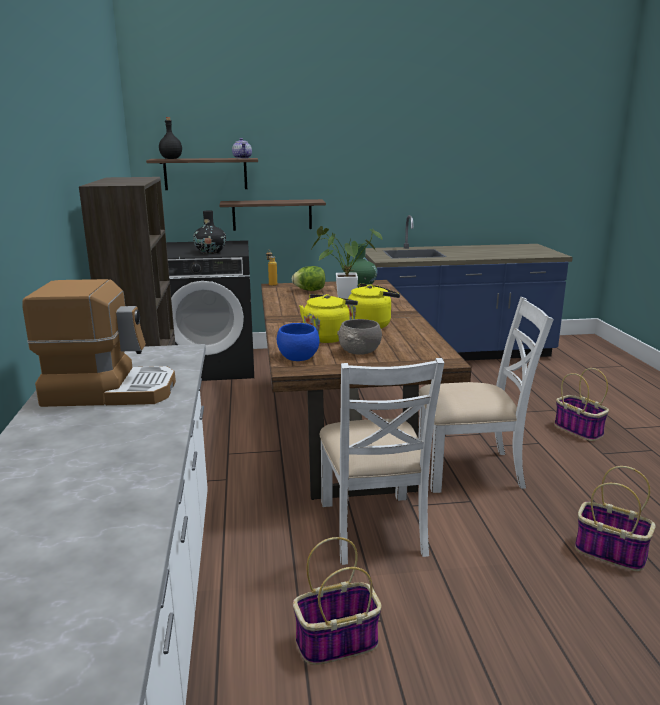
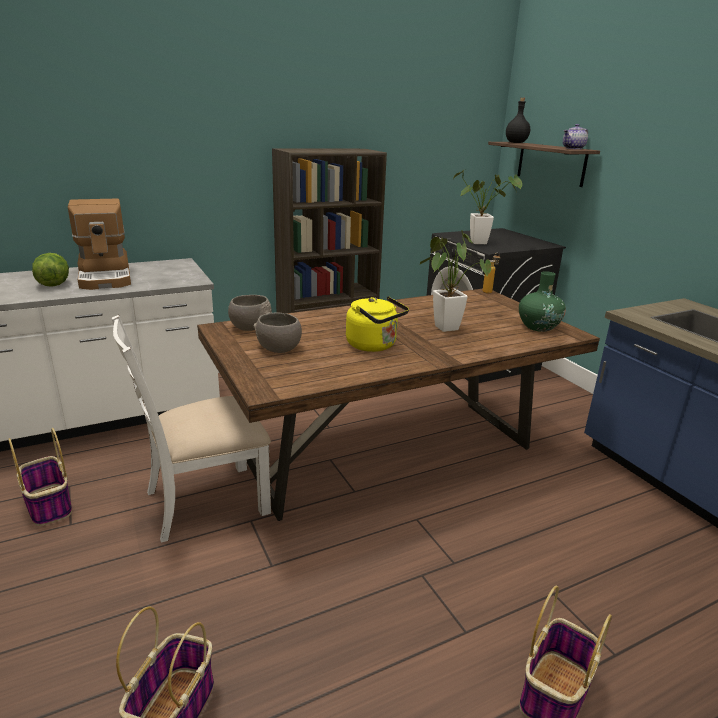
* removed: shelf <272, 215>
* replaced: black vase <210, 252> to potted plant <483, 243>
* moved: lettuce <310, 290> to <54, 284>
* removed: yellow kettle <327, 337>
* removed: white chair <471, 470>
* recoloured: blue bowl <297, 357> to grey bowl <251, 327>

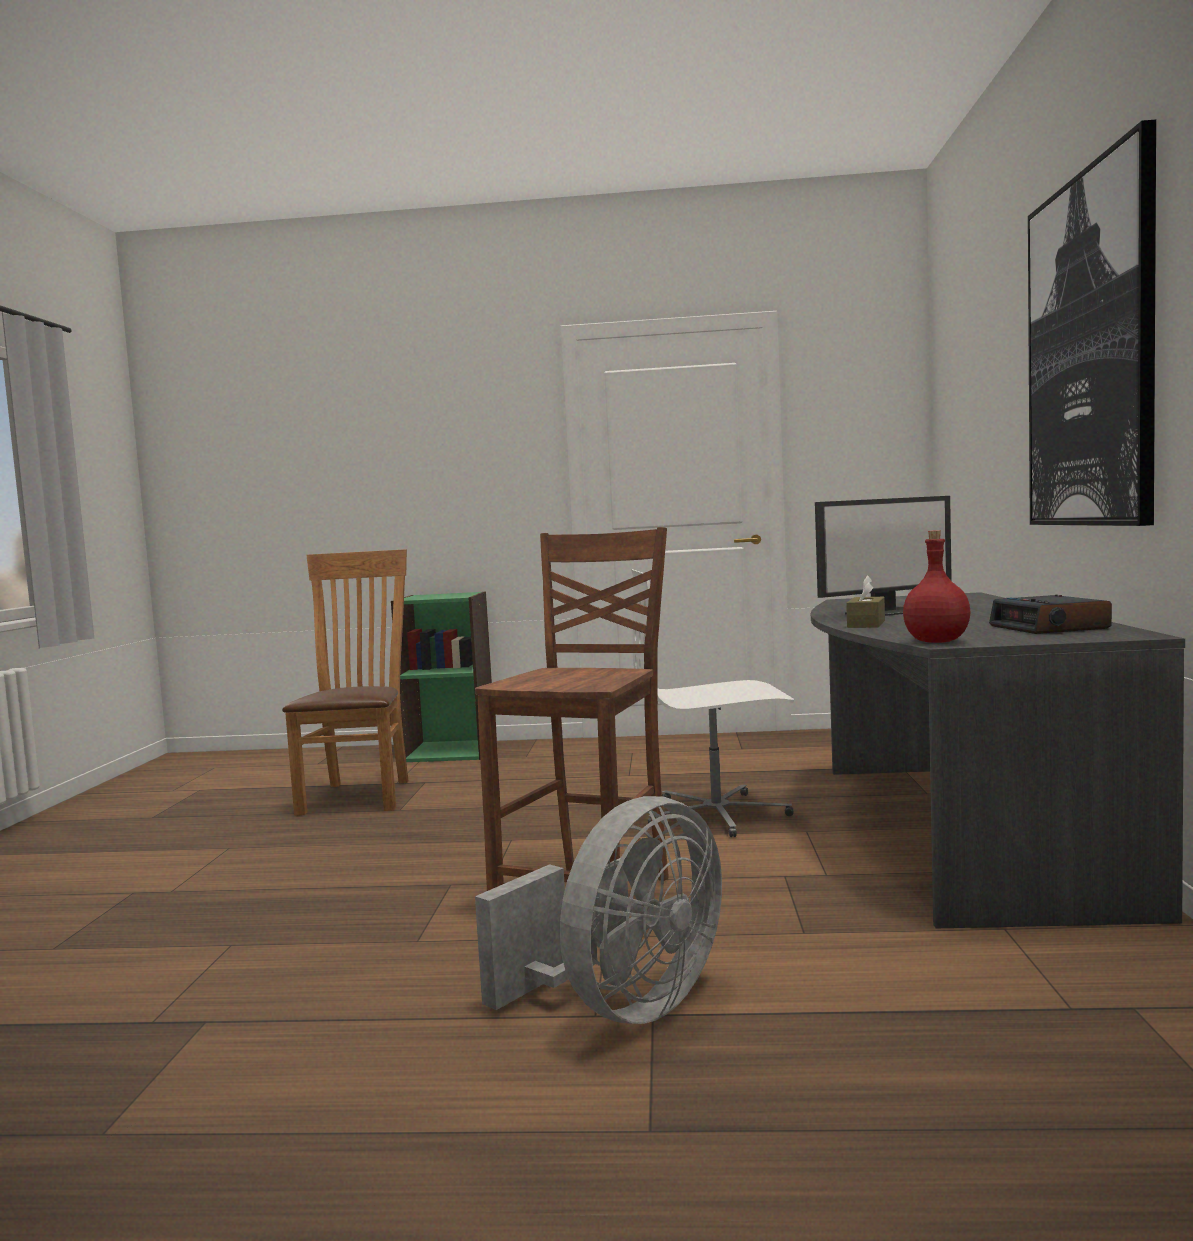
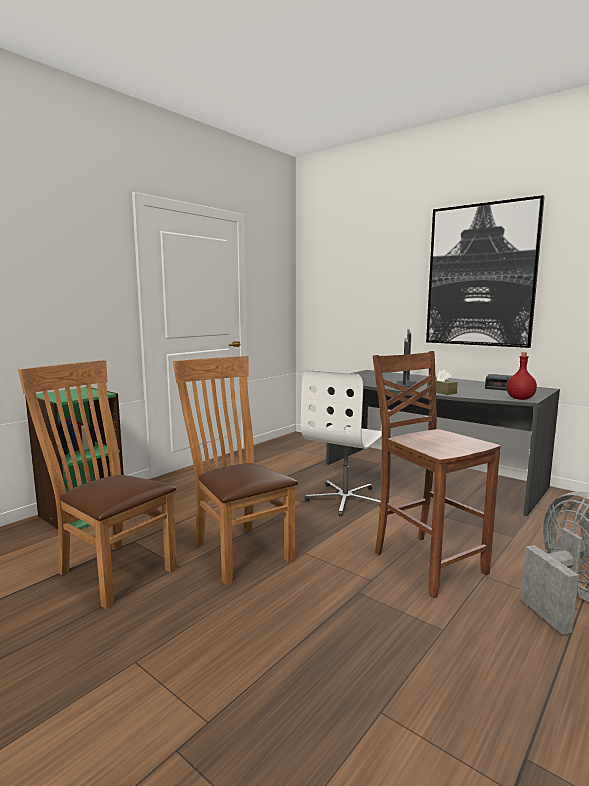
* added: brown chair <238, 549>

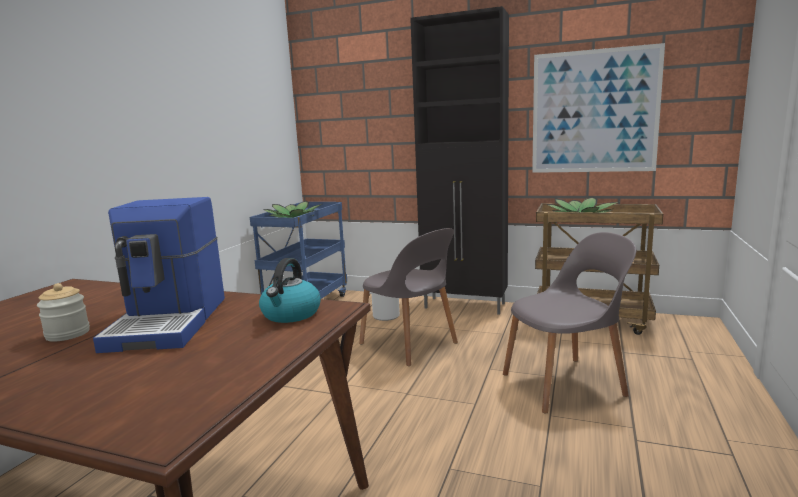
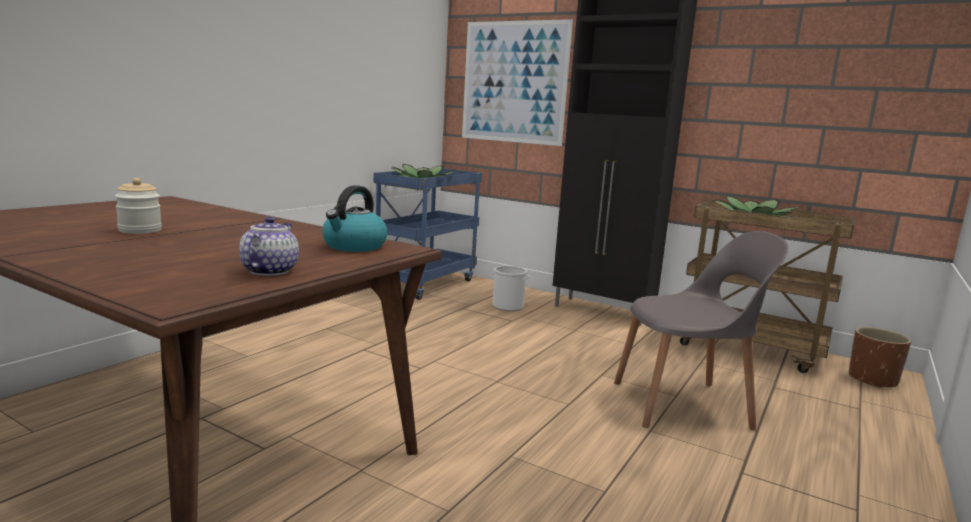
* moved: picture <594, 112> to <514, 82>
* removed: coffee machine <171, 322>
* removed: grey chair <409, 344>
* added: teapot <268, 271>
* added: brown planter <872, 380>

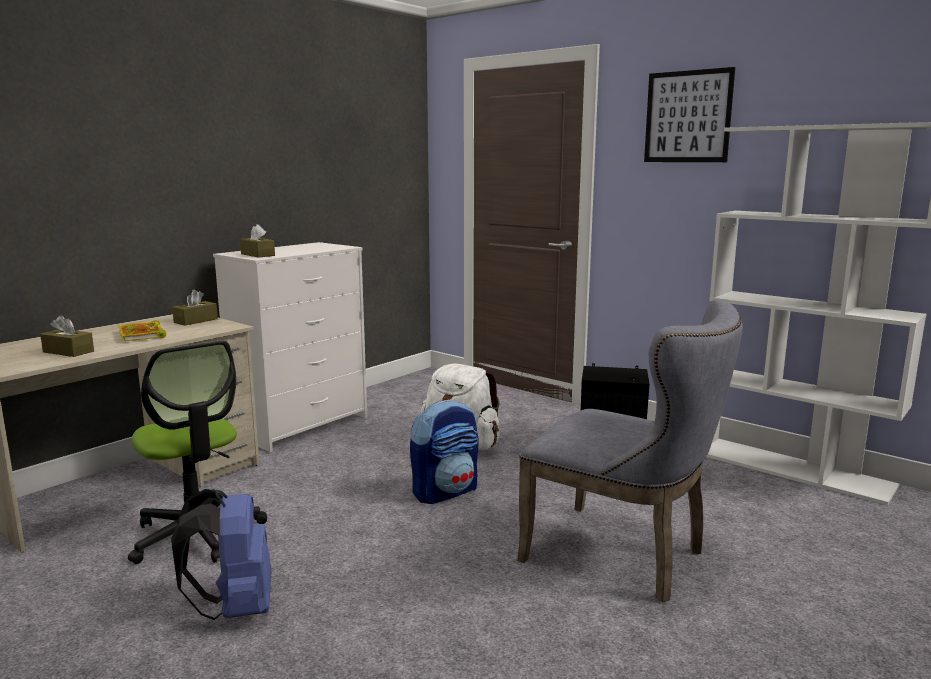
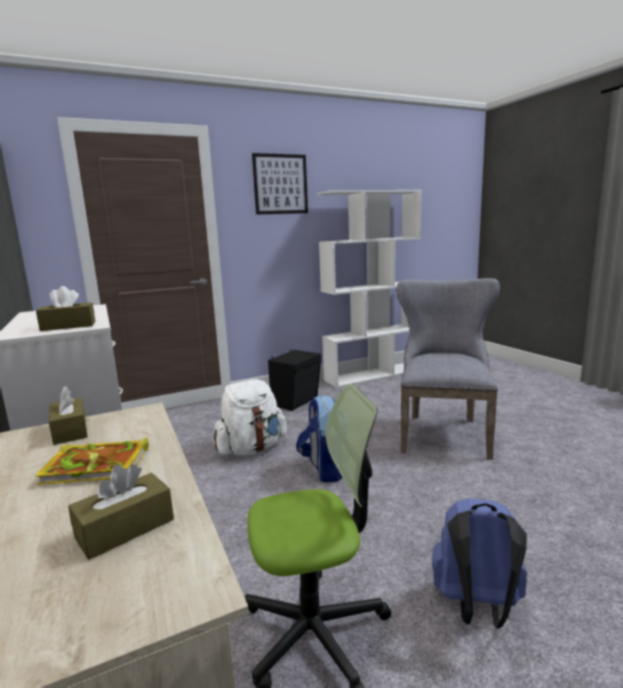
* turned: grey chair <625, 556> = <443, 432> 45 degrees counterclockwise

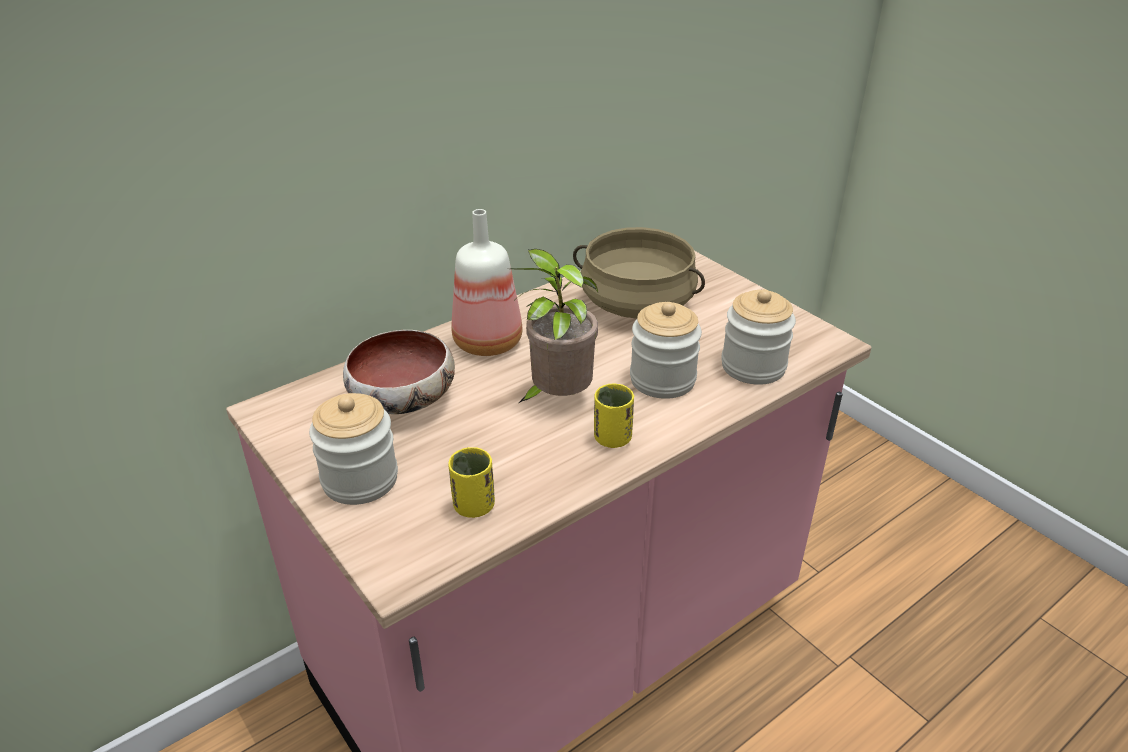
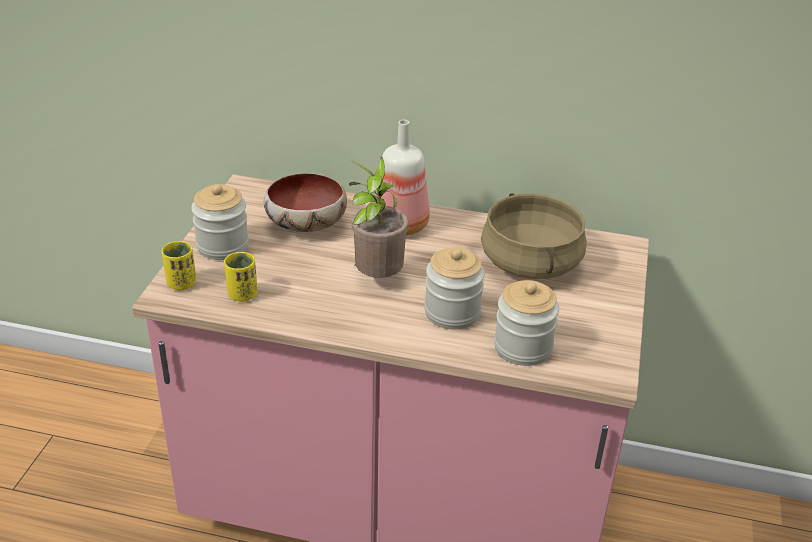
* moved: yellow cup <612, 438> to <181, 283>

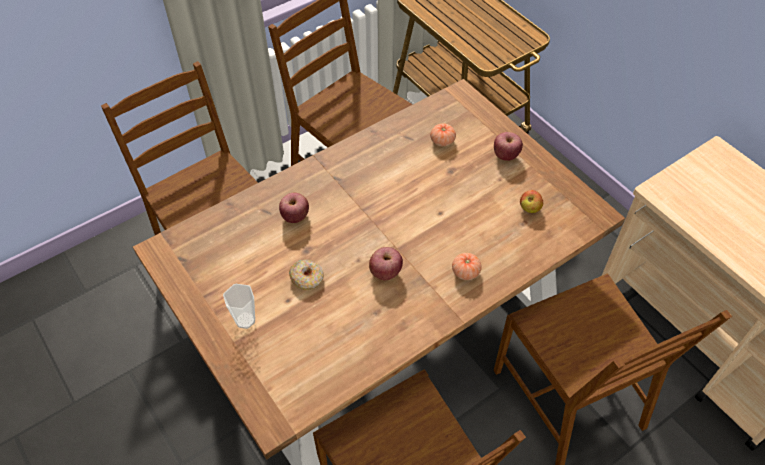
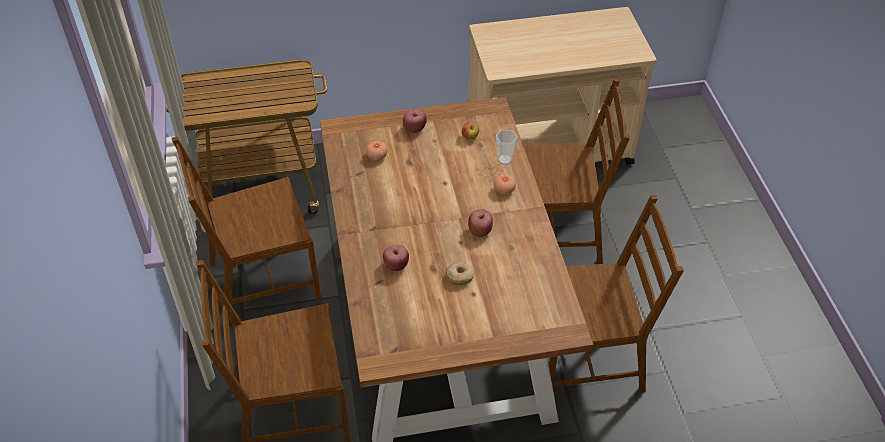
* moved: cup <245, 320> to <505, 160>

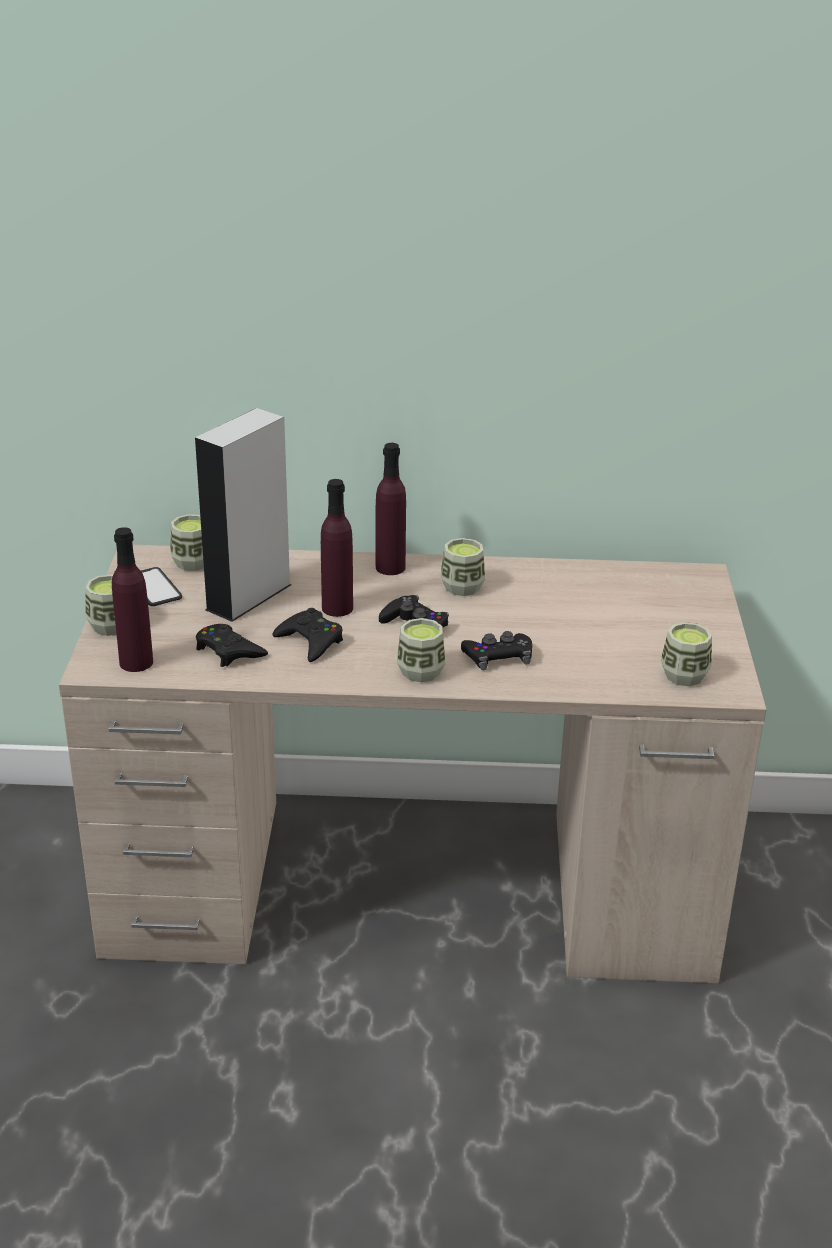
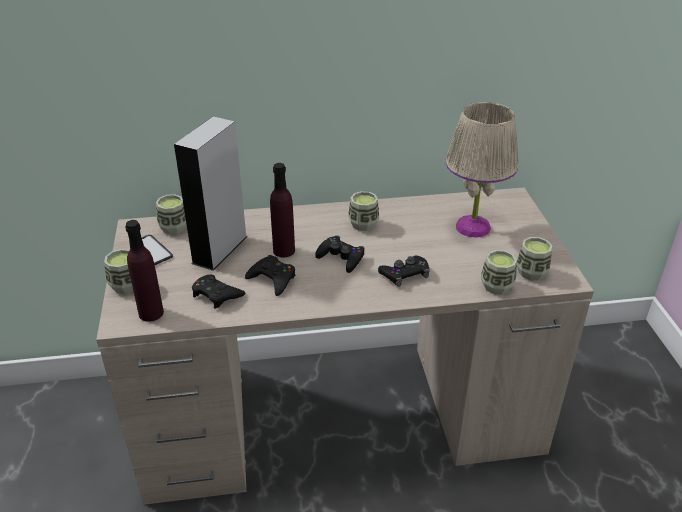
* removed: purple bottle <390, 567>
* moved: cup <420, 671> to <496, 286>
* added: beige table lamp <473, 227>

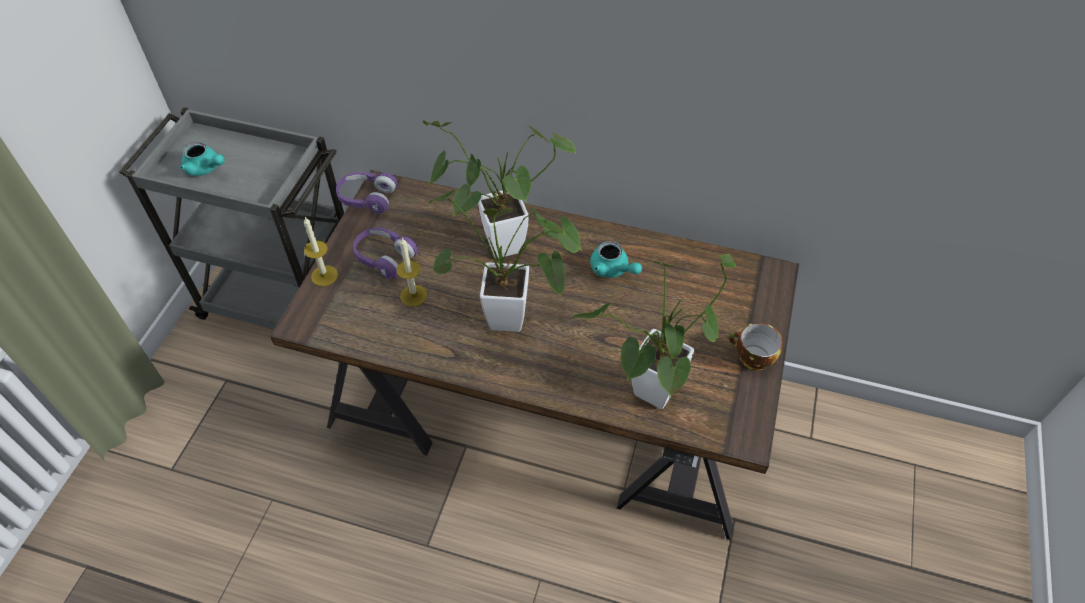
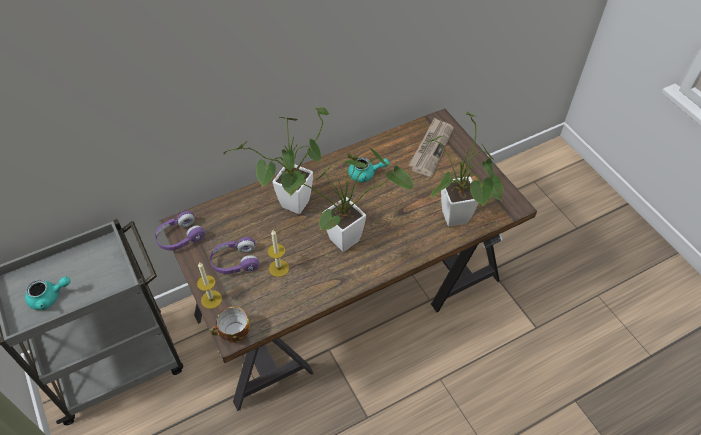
* moved: cup <751, 358> to <233, 334>
* added: newspaper <431, 148>

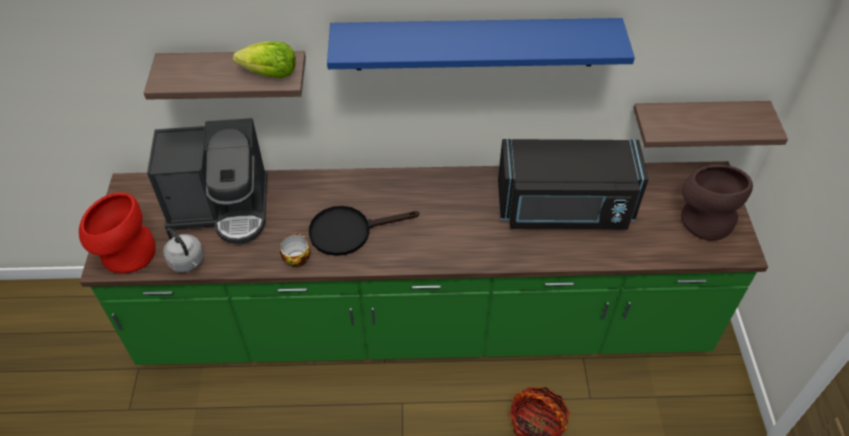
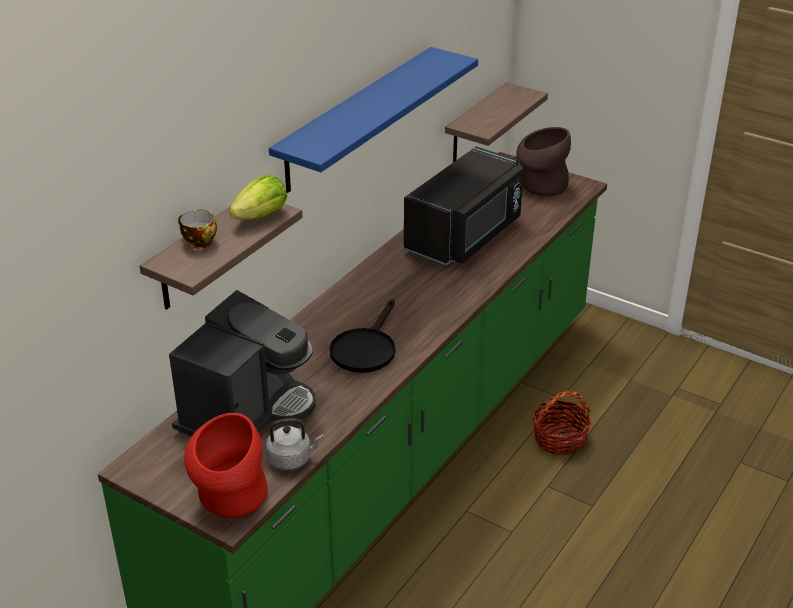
* moved: cup <296, 258> to <197, 242>

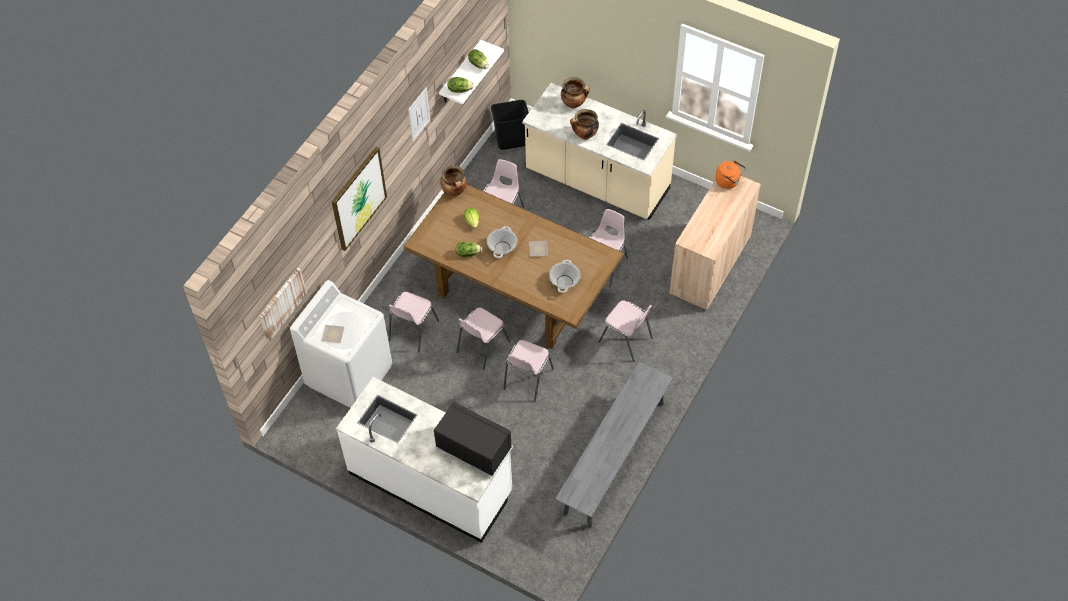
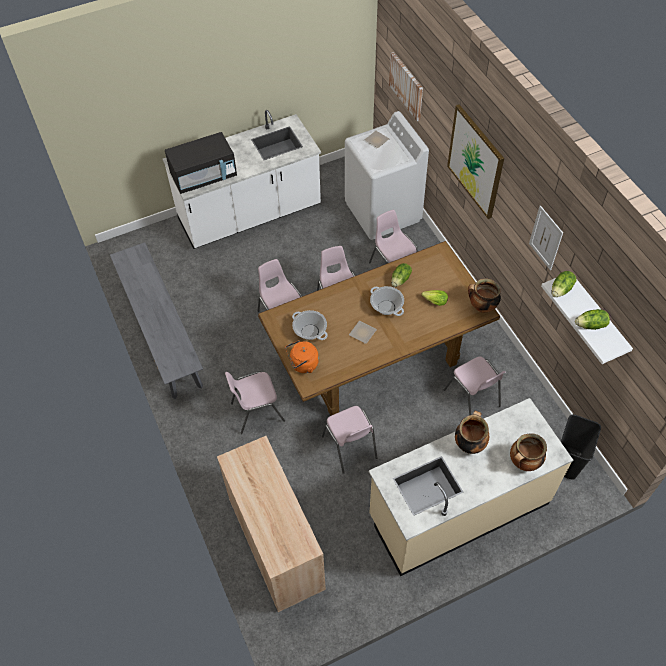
* moved: orange kettle <728, 182> to <302, 364>

